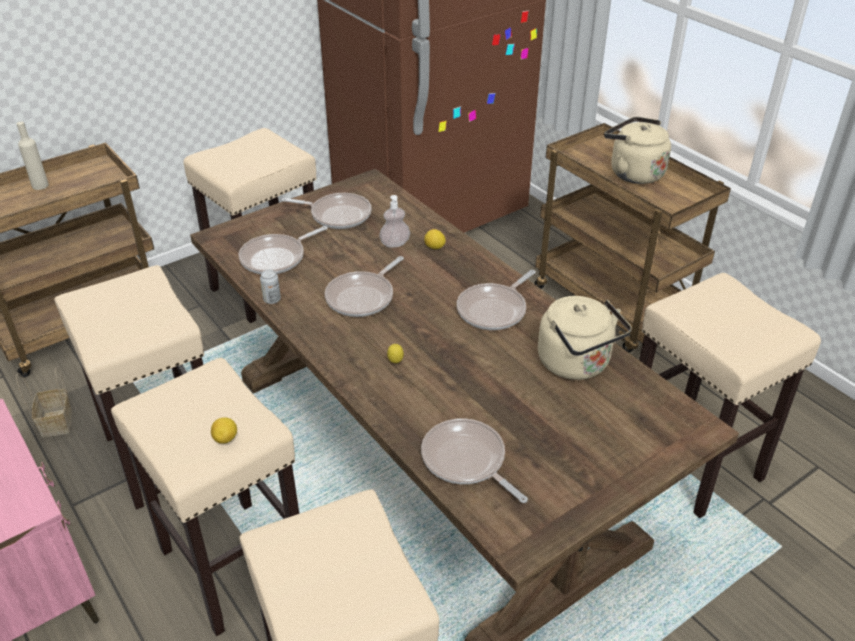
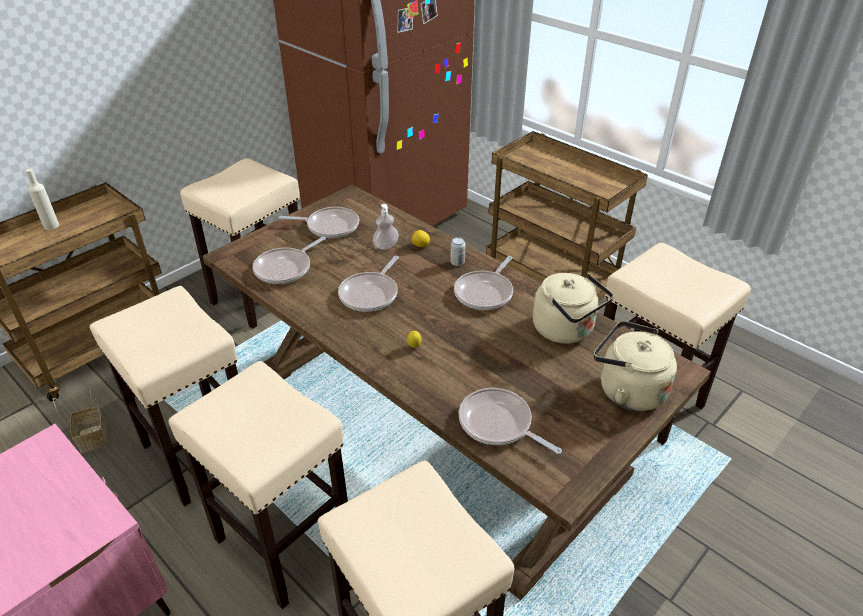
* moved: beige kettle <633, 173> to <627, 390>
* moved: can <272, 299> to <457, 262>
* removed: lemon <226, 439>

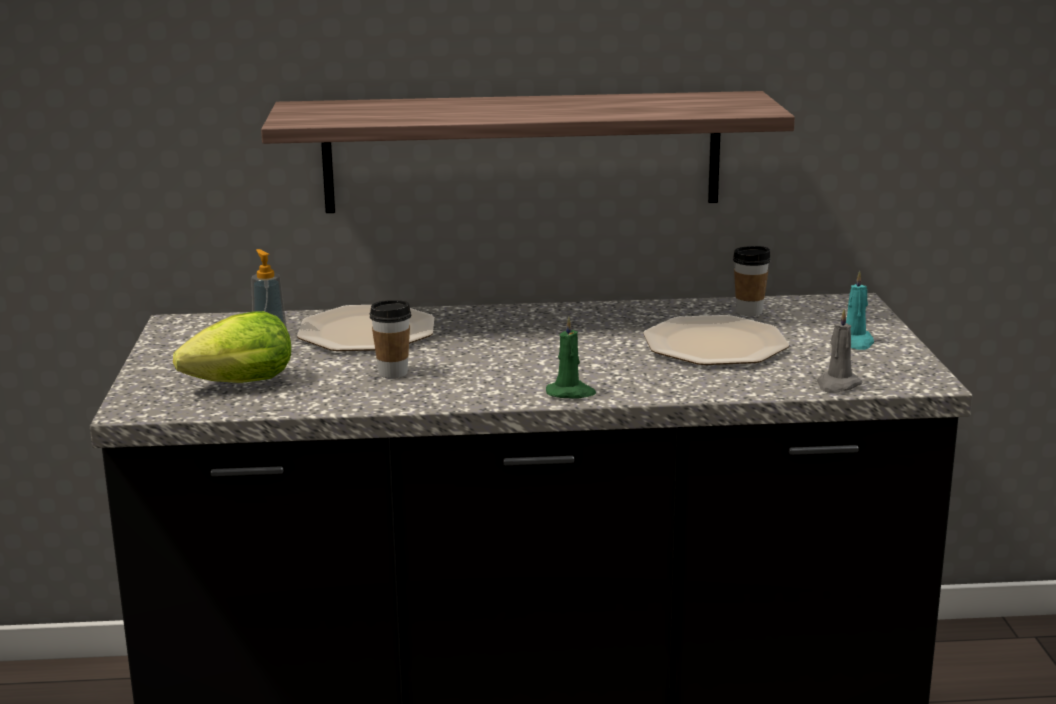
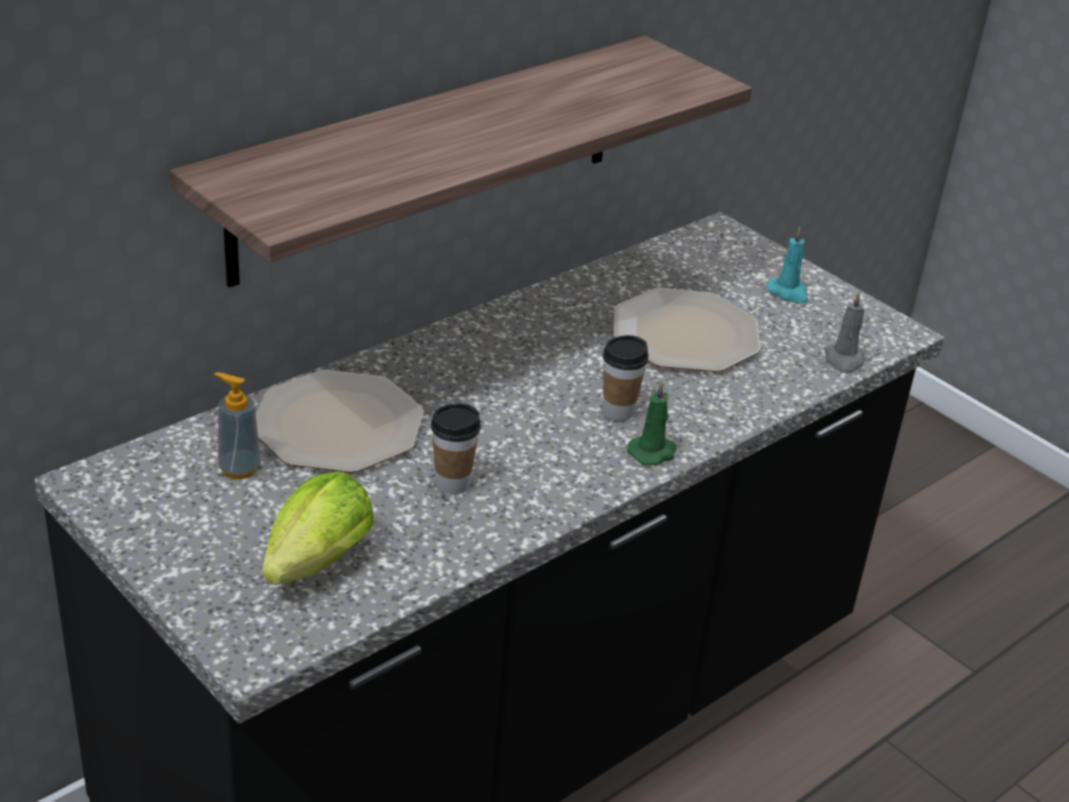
* moved: cup <749, 312> to <618, 411>

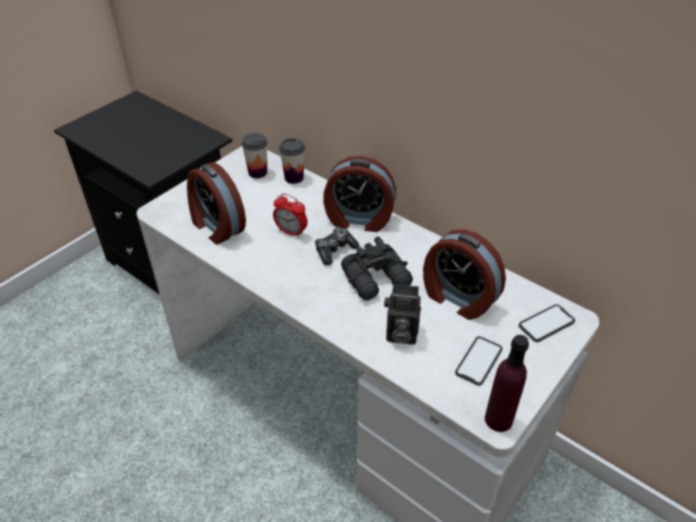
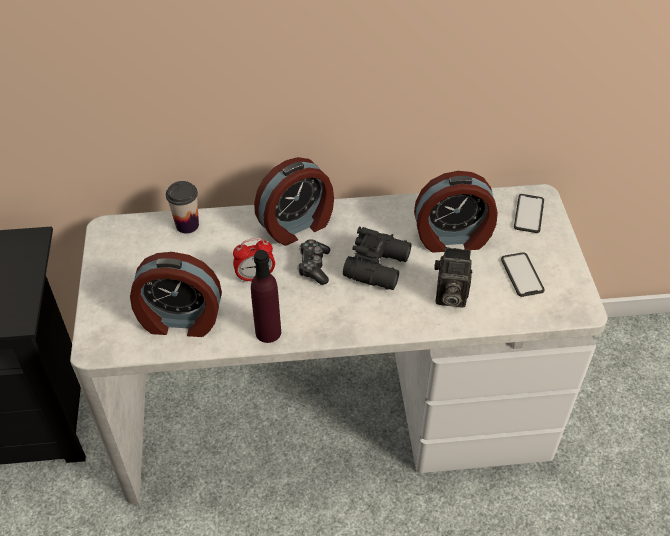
* removed: cup <257, 172>
* turned: photo camera <399, 334> = <449, 296> 45 degrees clockwise
* moved: purple bottle <498, 419> to <268, 332>

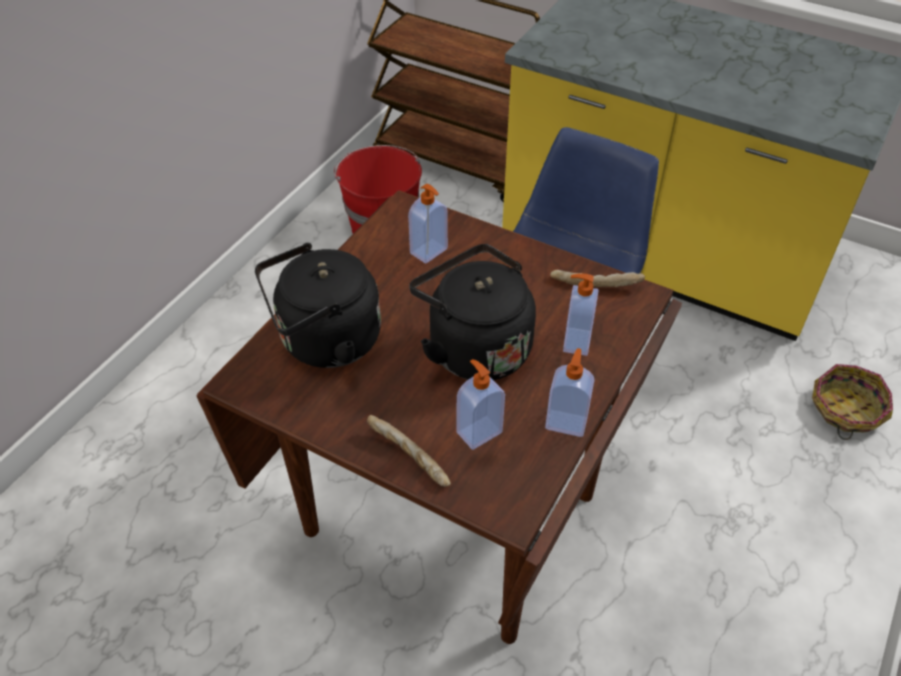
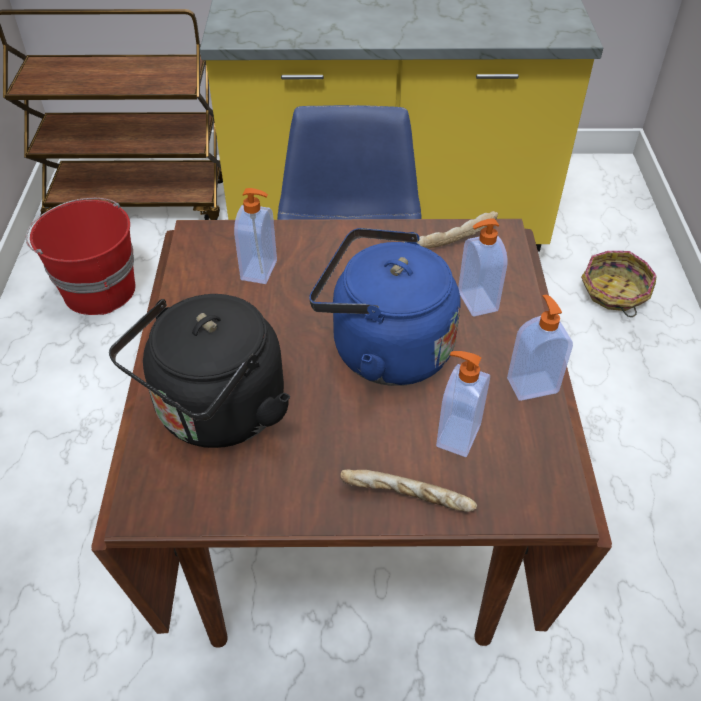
* recoloured: black kettle <474, 347> to blue kettle <383, 349>

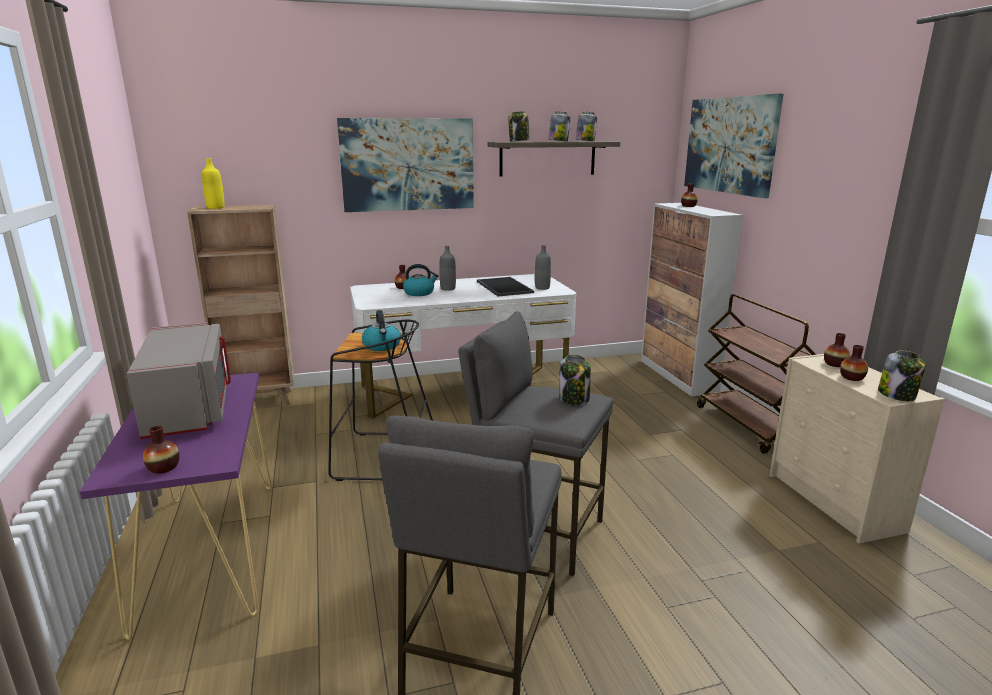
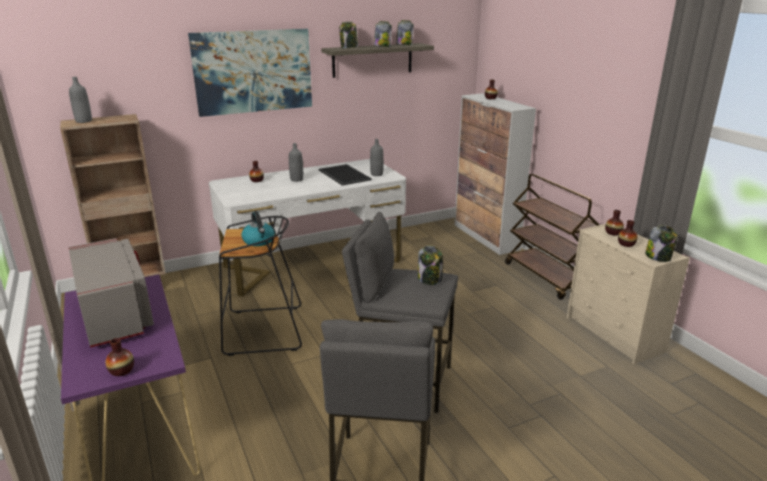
* removed: picture <730, 145>
* recoloured: yellow bottle <215, 208> to grey bottle <84, 121>
* removed: kettle <419, 293>

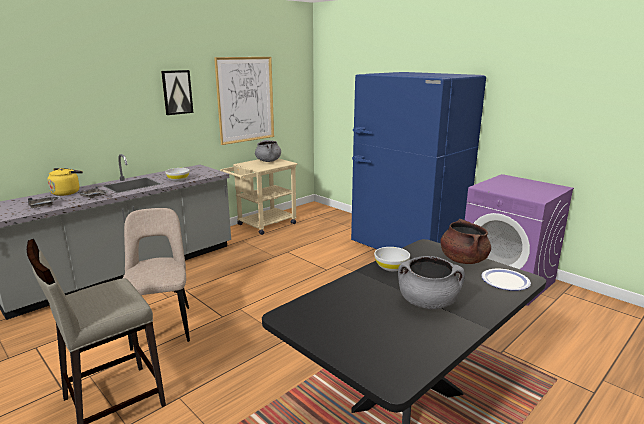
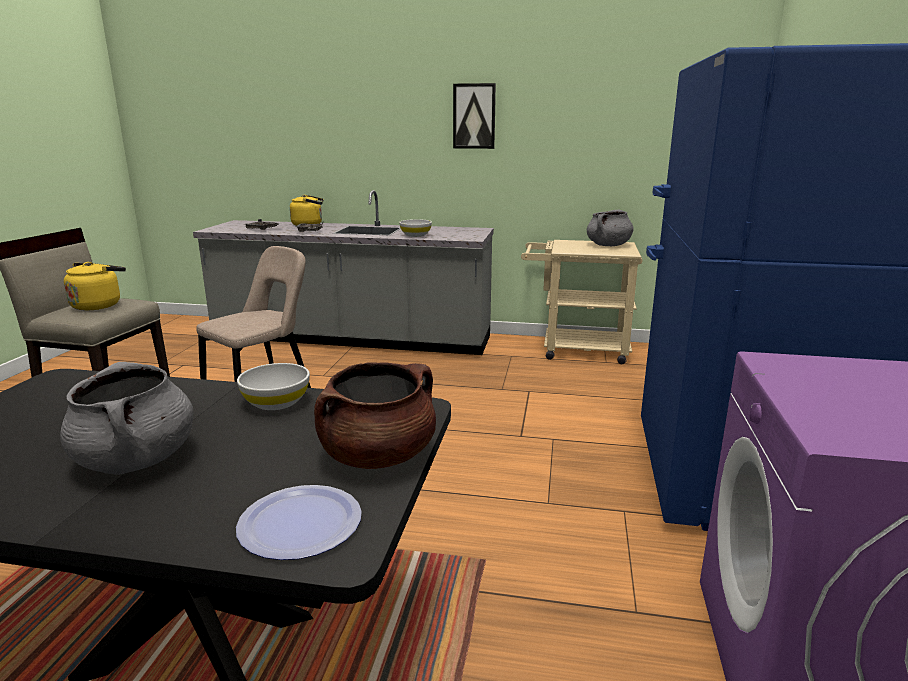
* removed: picture <245, 99>
* added: yellow kettle <98, 305>

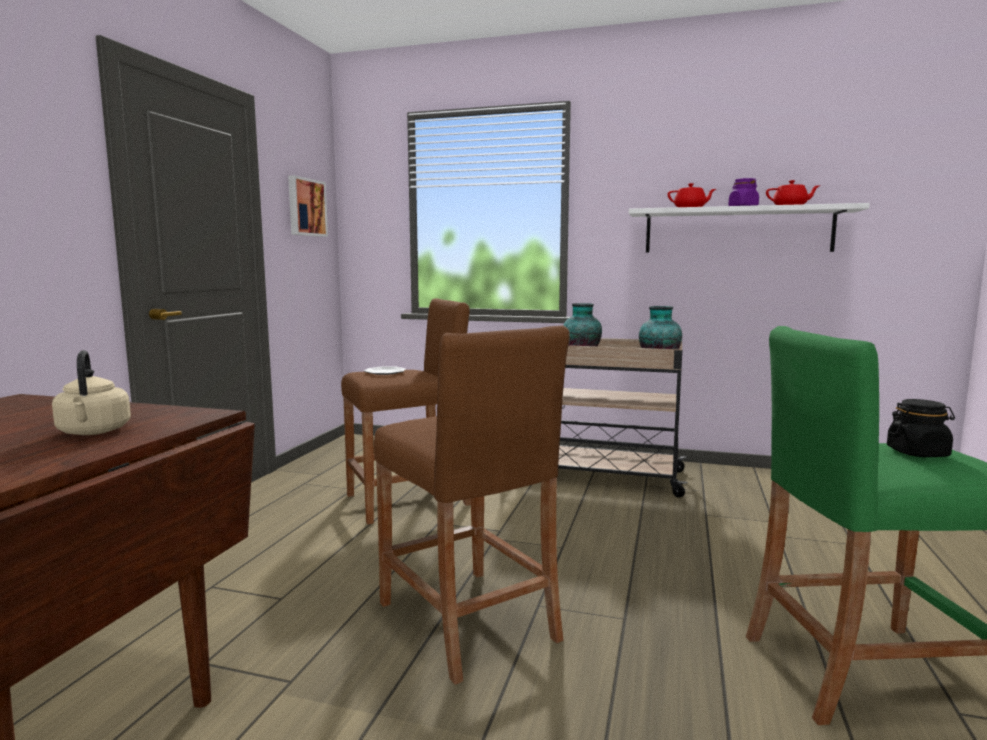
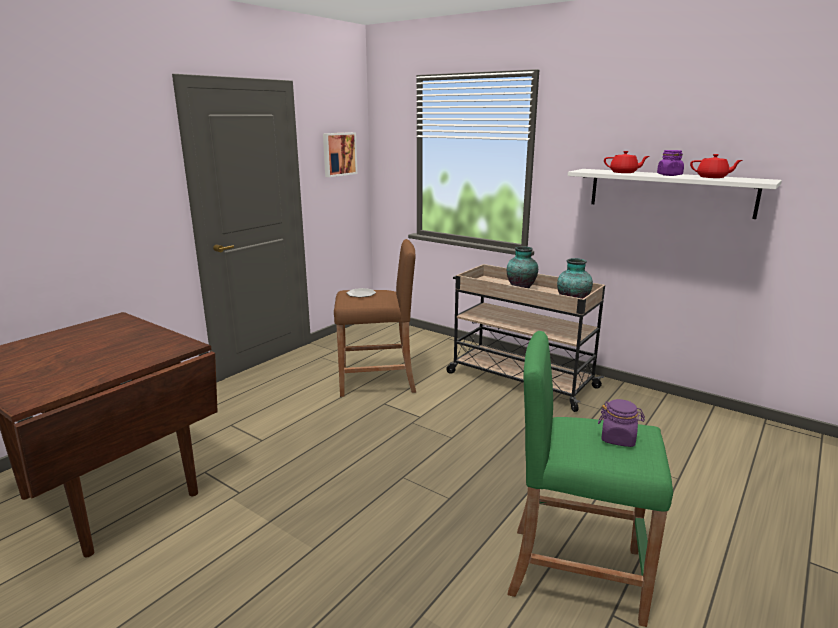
* removed: brown stool <467, 621>
* removed: beige kettle <93, 432>
* recoloured: black jar <918, 453> to purple jar <618, 439>

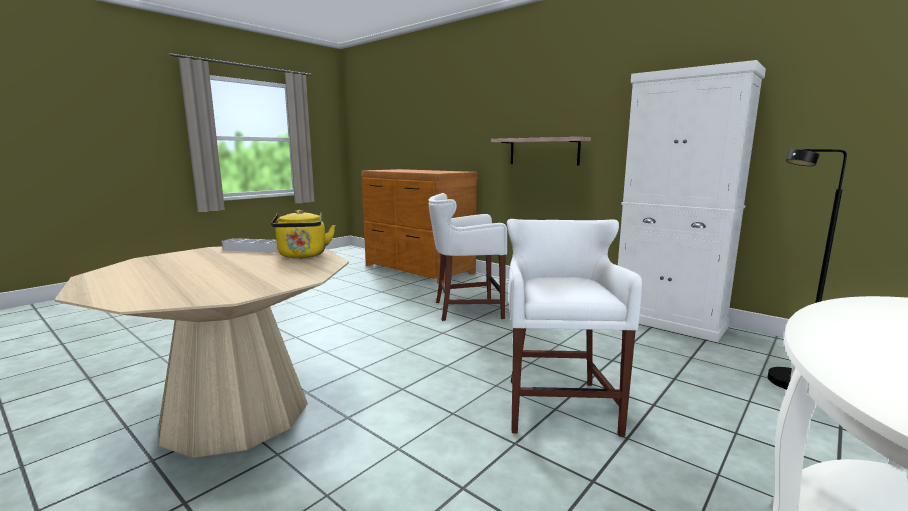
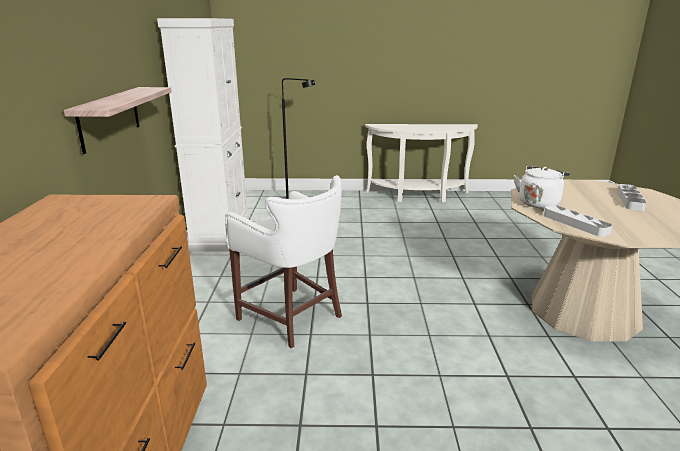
* recoloured: yellow kettle <302, 256> to white kettle <539, 203>
* removed: white stool <558, 403>
* added: grey tray <630, 200>

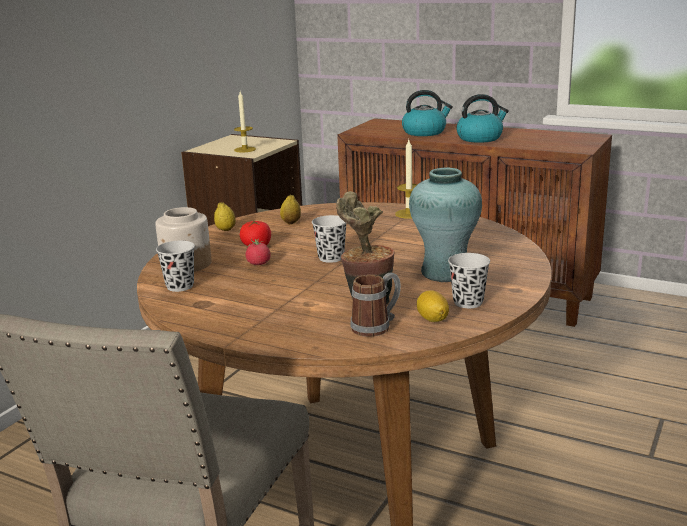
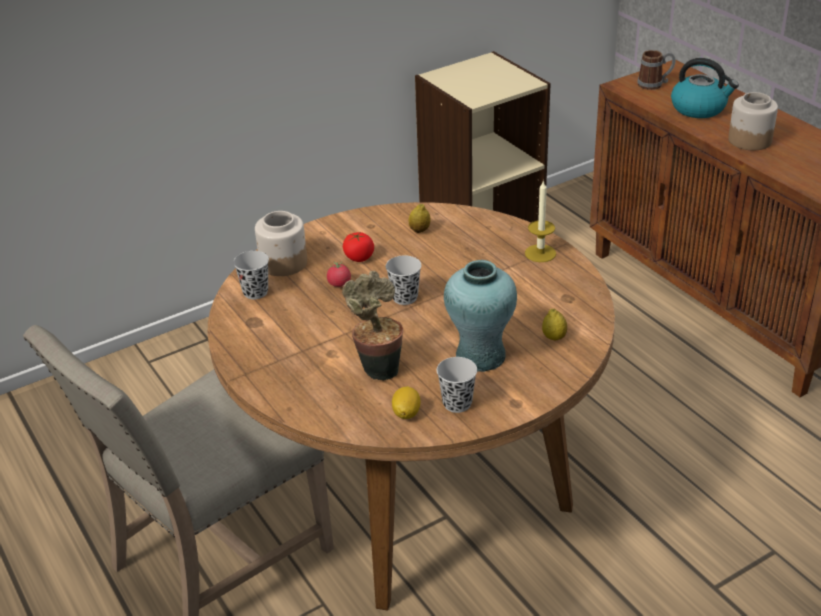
* removed: candle <245, 149>
* replaced: kettle <480, 138> to jar <749, 140>
* moved: lemon <225, 230> to <554, 337>
* moved: mug <377, 326> to <654, 84>

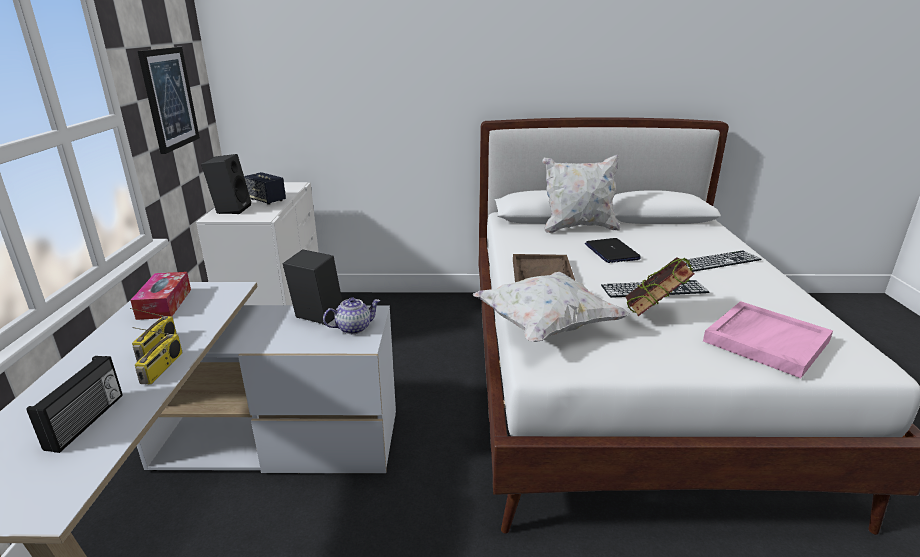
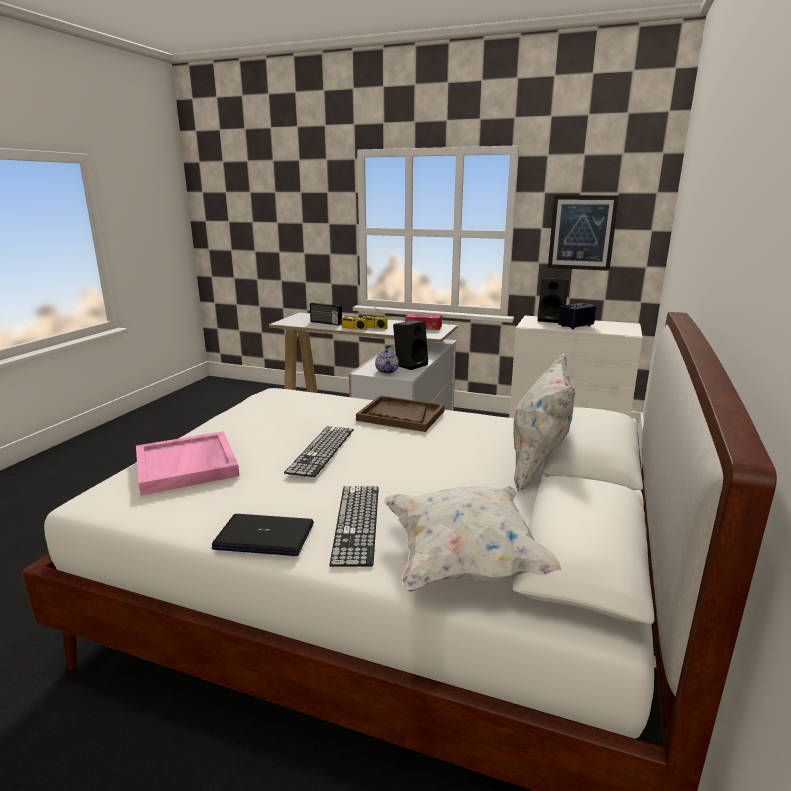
* moved: laptop <611, 252> to <265, 536>
* removed: book <653, 314>
* moved: white pillow <546, 327> to <465, 562>

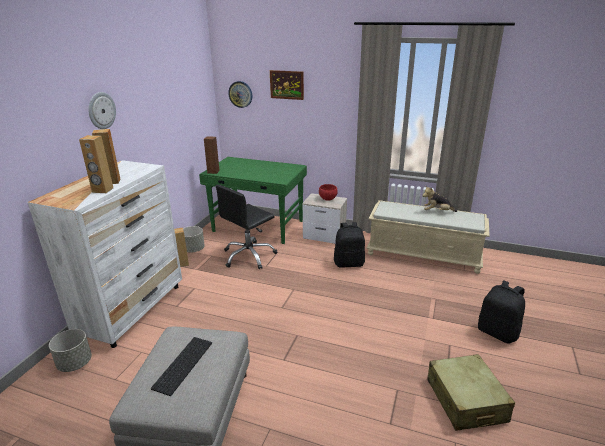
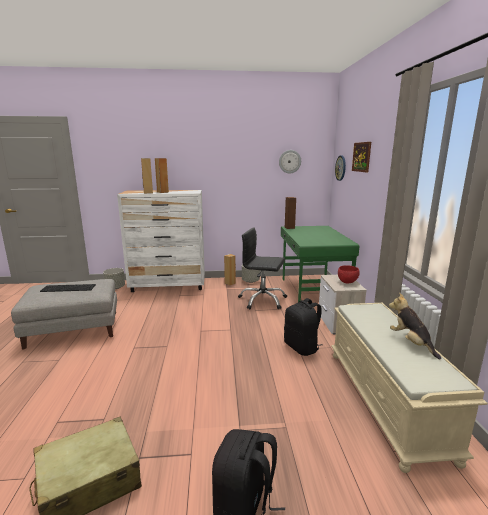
* moved: wall clock <101, 110> to <289, 161>

